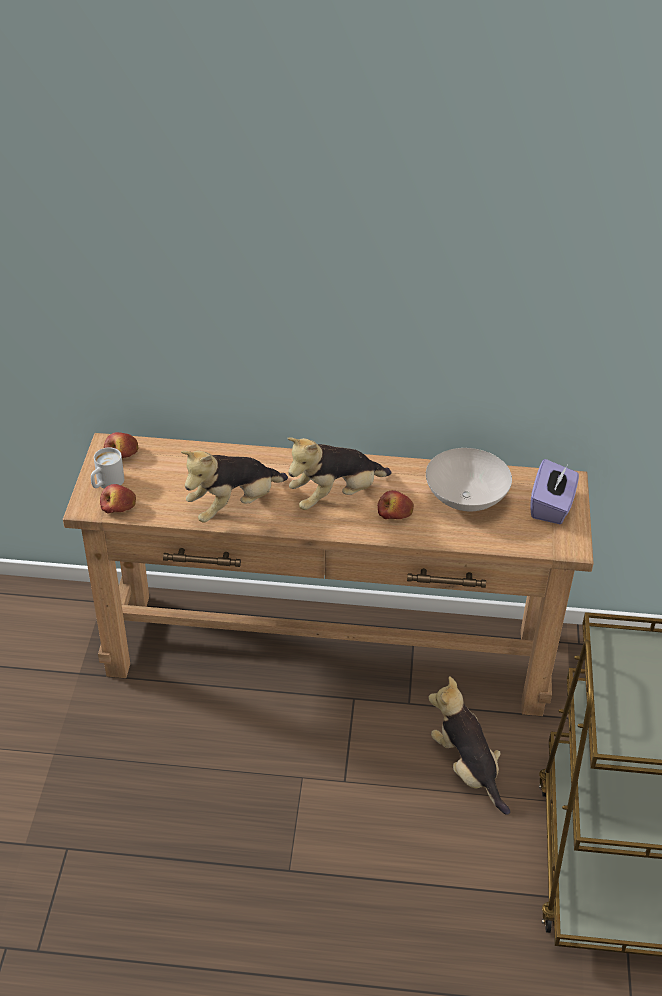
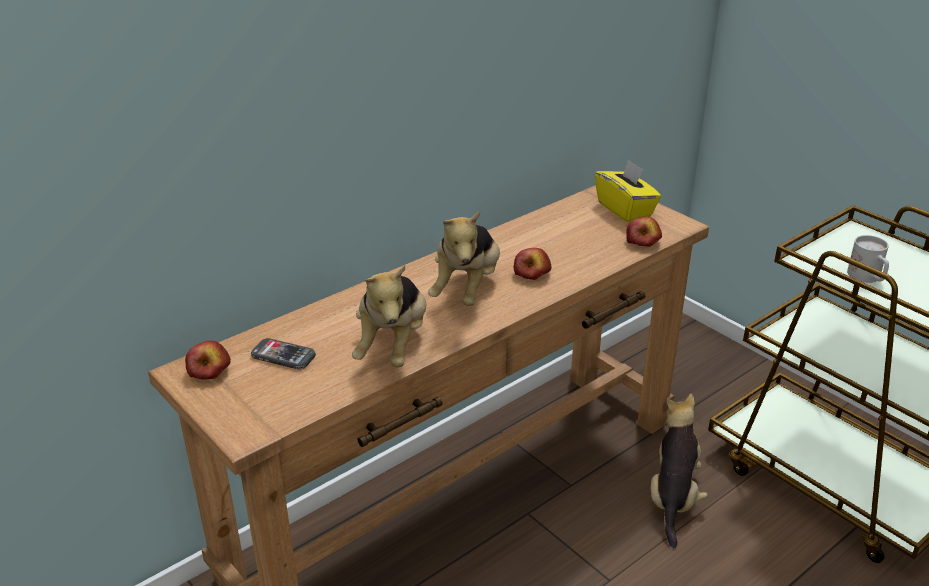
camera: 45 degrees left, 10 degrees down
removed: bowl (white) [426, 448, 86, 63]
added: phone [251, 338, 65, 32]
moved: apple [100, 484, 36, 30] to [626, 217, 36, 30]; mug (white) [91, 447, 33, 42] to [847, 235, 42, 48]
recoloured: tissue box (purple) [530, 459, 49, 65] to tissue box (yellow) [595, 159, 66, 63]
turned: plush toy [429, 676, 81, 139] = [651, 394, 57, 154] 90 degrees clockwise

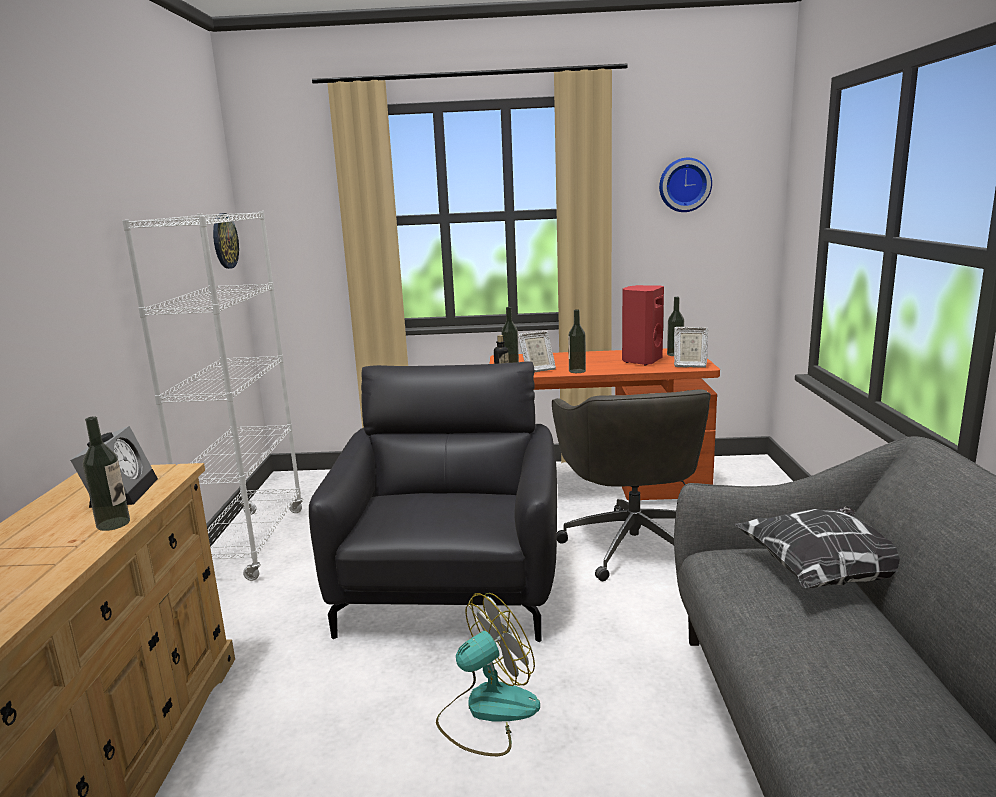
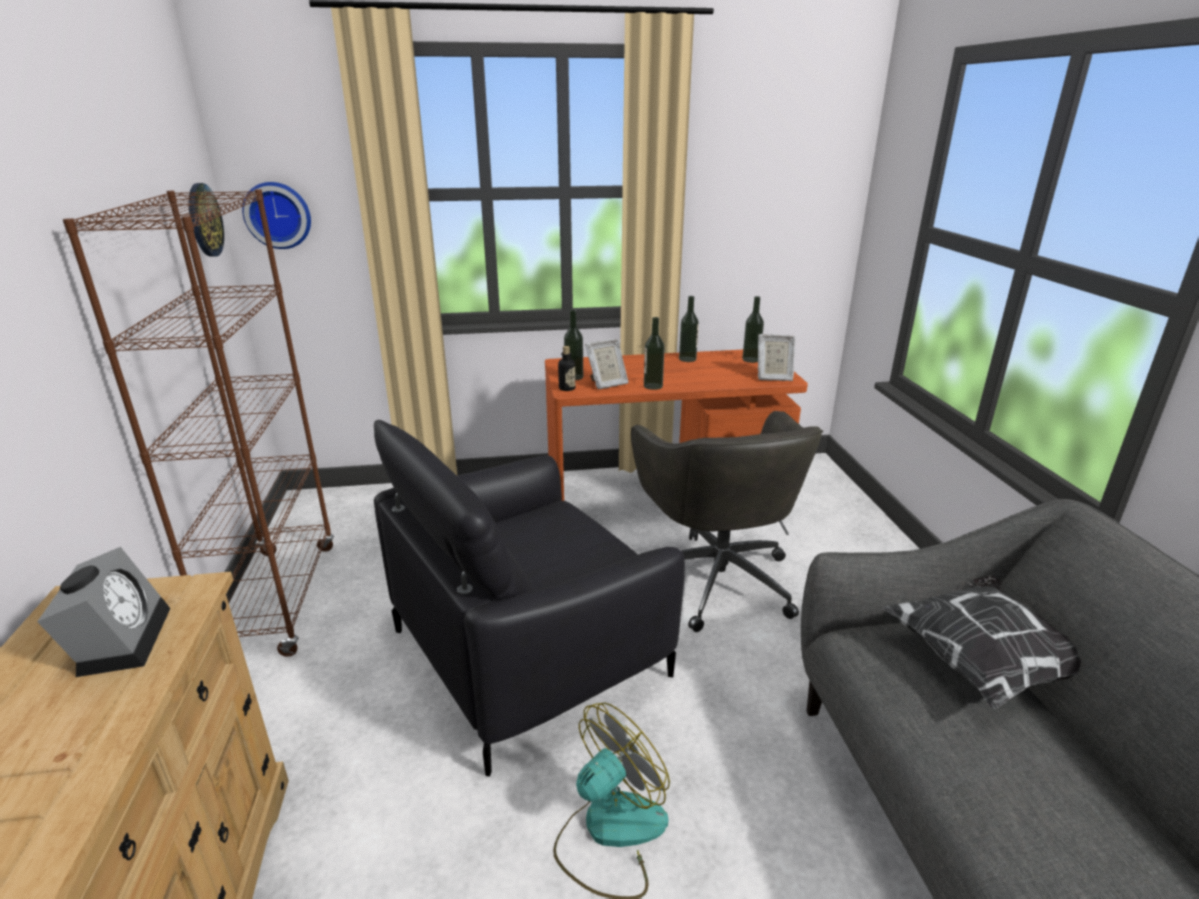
camera: 10 degrees left, 10 degrees up
removed: speaker (red) [622, 285, 42, 80]
moved: wall clock [659, 158, 53, 54] to [242, 182, 69, 67]; bottle [83, 416, 47, 115] to [679, 296, 20, 66]
recoloured: bookcase (white) [122, 211, 181, 370] to bookcase (brown) [63, 189, 271, 468]
turned: armchair (black) [309, 361, 248, 281] = [374, 420, 311, 357] 120 degrees counterclockwise

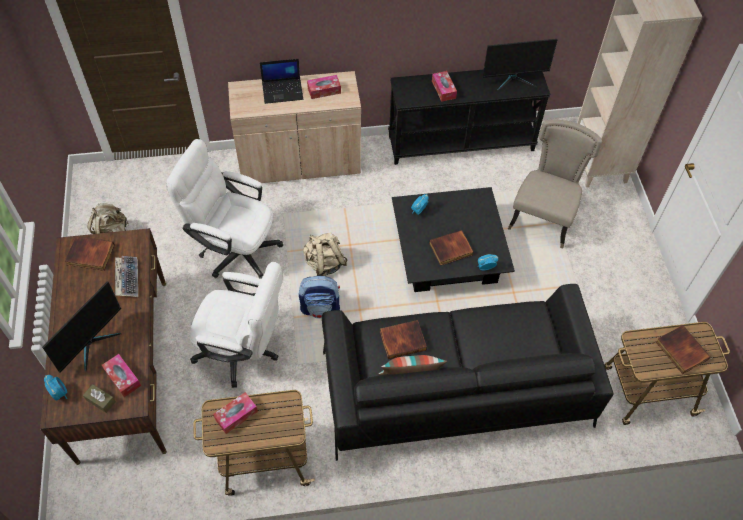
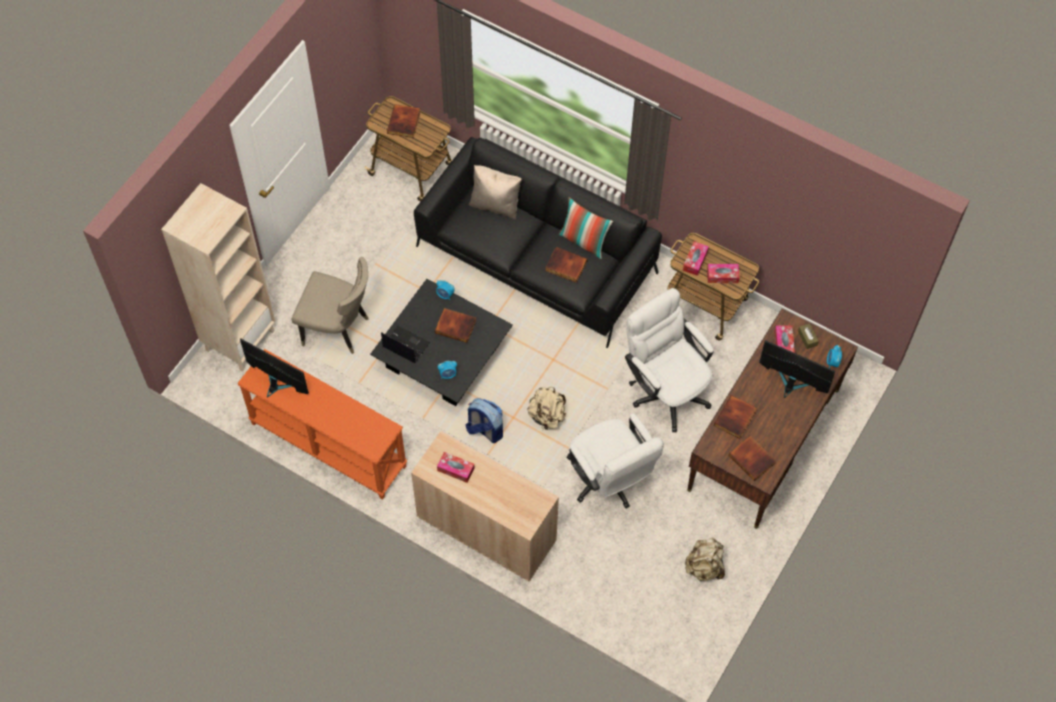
camera: 140 degrees left, 5 degrees up
added: pillow (beige) [469, 165, 53, 55]
moved: laptop [260, 59, 43, 45] to [381, 326, 49, 37]; backpack [299, 276, 41, 43] to [466, 398, 37, 45]; tissue box [432, 71, 25, 31] to [683, 241, 26, 35]
replaced: keyboard [115, 256, 23, 41] to book [714, 395, 43, 44]
recoloured: console table (black) [388, 70, 163, 95] to console table (orange) [237, 349, 170, 151]
turned: chair (beige) [508, 120, 94, 129] = [292, 257, 77, 97] 135 degrees counterclockwise; monitor [42, 281, 79, 92] = [759, 340, 77, 58] 45 degrees clockwise

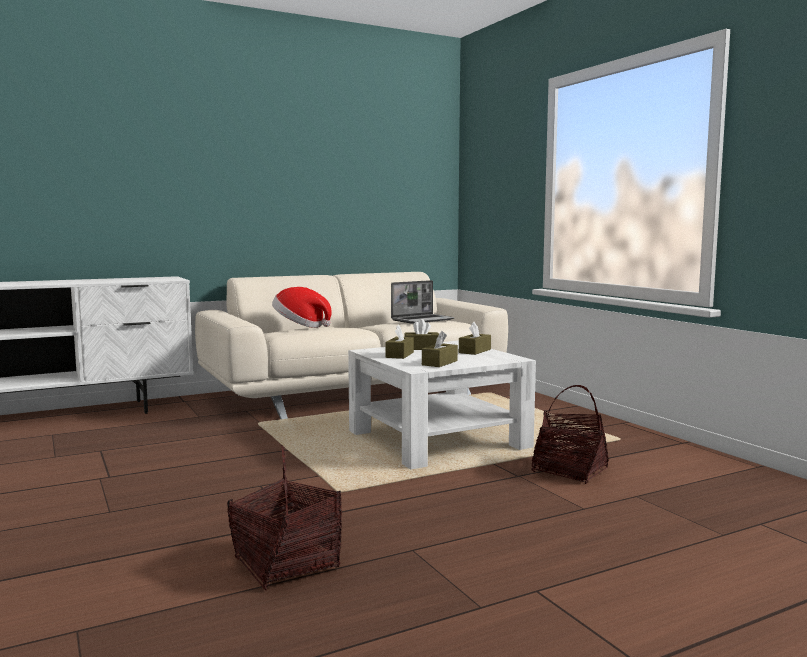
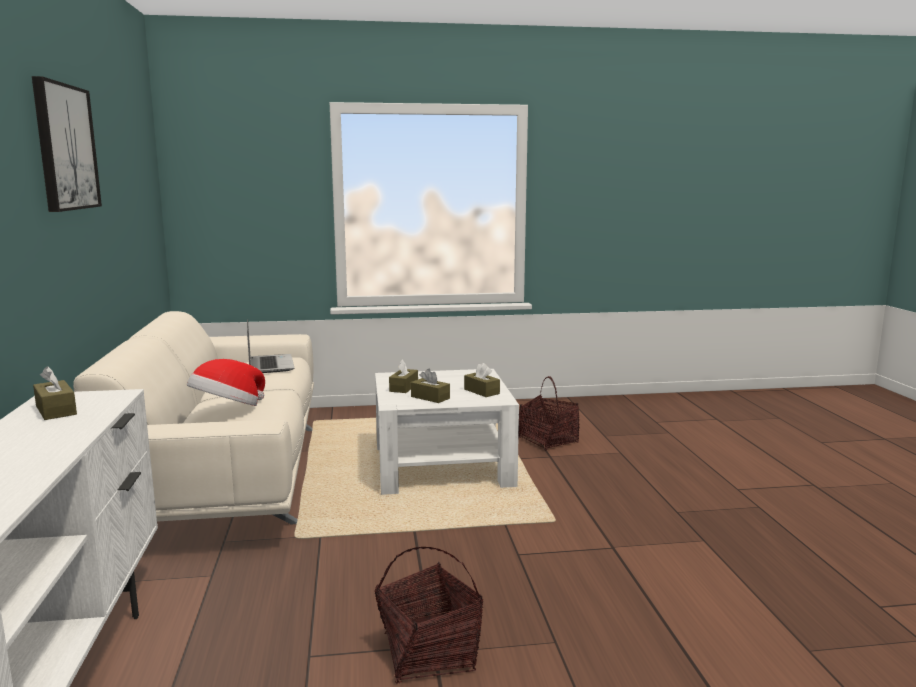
camera: 70 degrees left, 5 degrees up
added: picture [32, 76, 70, 136]
moved: tissue box (brown) [459, 322, 32, 33] to [33, 366, 44, 54]; basket [227, 446, 115, 144] to [374, 547, 109, 137]

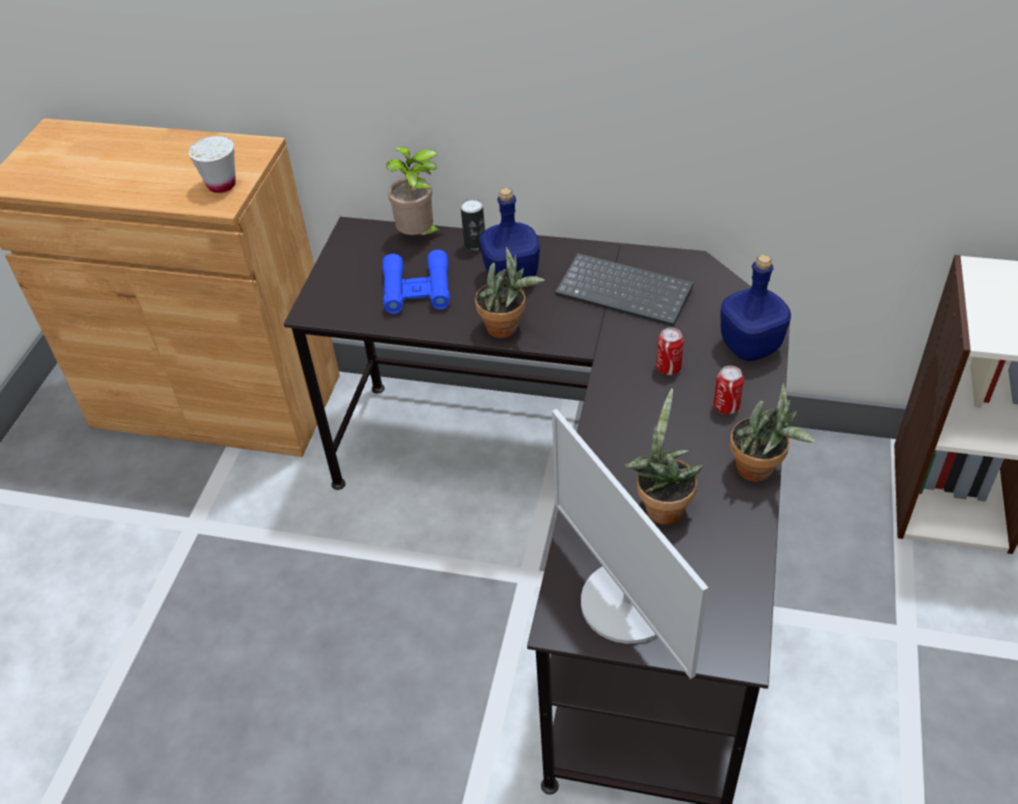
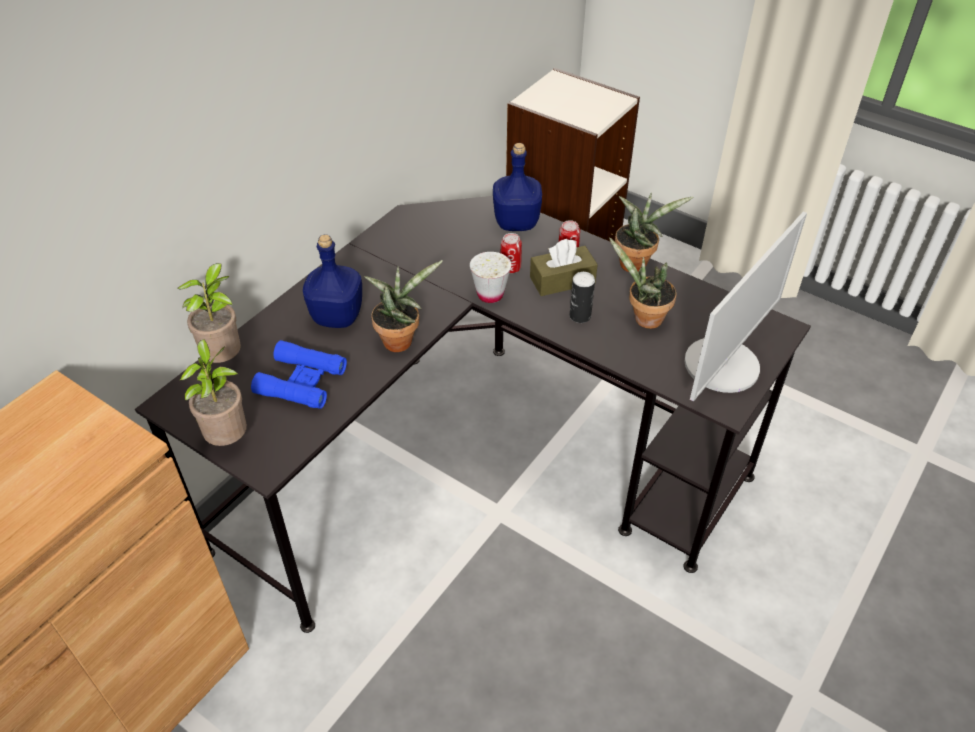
camera: 70 degrees left, 0 degrees up
removed: keyboard [555, 253, 139, 73]
added: potted plant [180, 339, 67, 107]; tissue box (brown) [530, 239, 68, 57]
moved: cup (white) [188, 136, 48, 57] to [470, 252, 41, 51]; can [461, 199, 24, 53] to [569, 272, 26, 51]
turned: monitor [552, 409, 156, 270] = [685, 212, 122, 189] 45 degrees counterclockwise

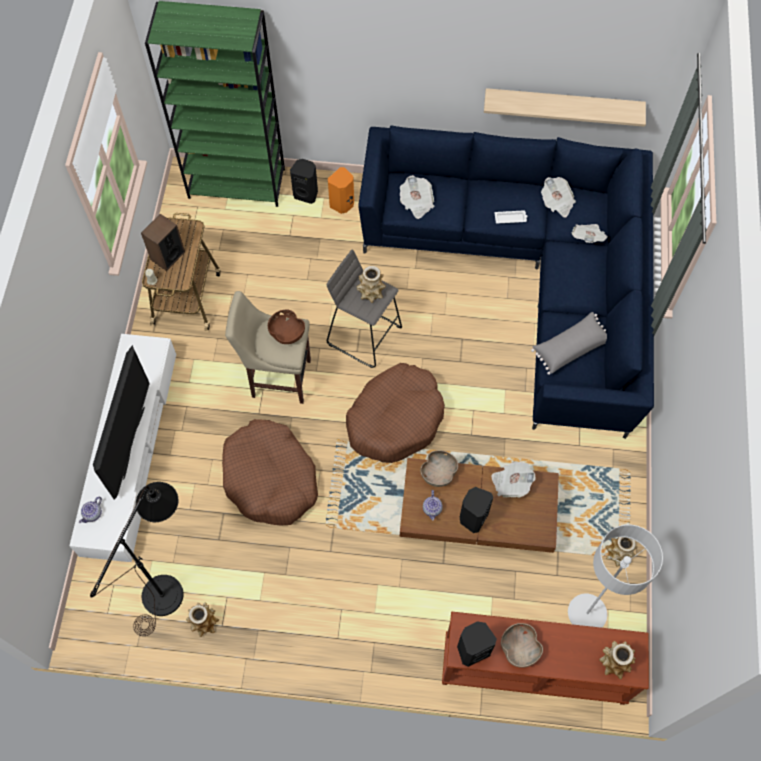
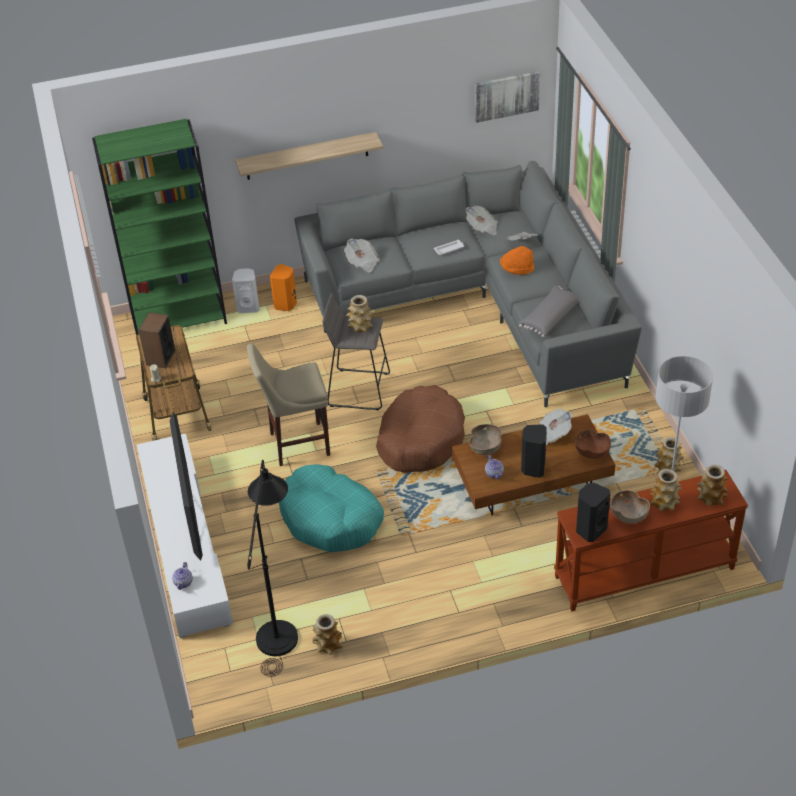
camera: 20 degrees left, 20 degrees down
added: picture [475, 71, 65, 52]; hat (orange) [500, 246, 34, 29]; vase [650, 469, 31, 42]
moved: shelf [484, 88, 162, 39] to [235, 132, 148, 48]; bowl (brown) [268, 309, 37, 35] to [575, 430, 36, 29]
recoloured: speaker (black) [290, 159, 28, 45] to speaker (white) [232, 268, 28, 45]; dog bed (brown) [222, 419, 96, 107] to dog bed (turquoise) [279, 464, 105, 89]; sofa (blue) [358, 125, 296, 314] to sofa (grey) [294, 161, 348, 246]

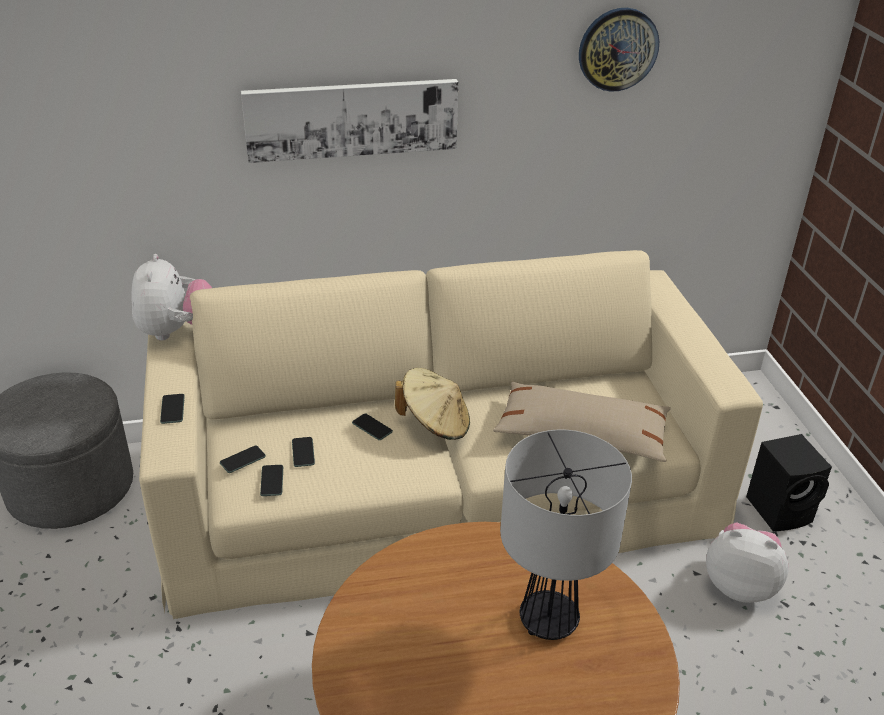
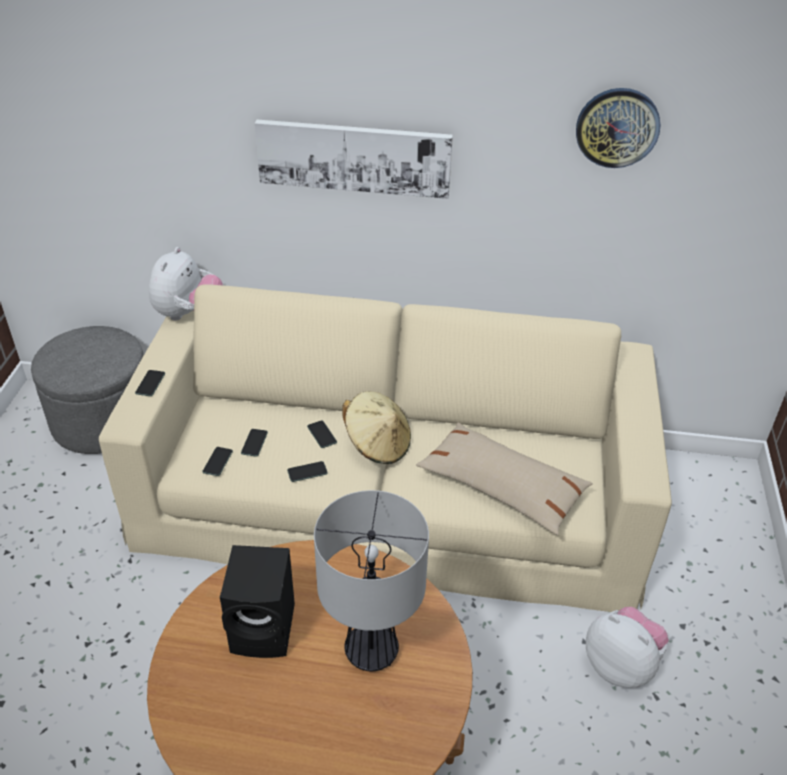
camera: 20 degrees right, 5 degrees up
moved: speaker (black) [746, 434, 86, 97] to [220, 545, 75, 113]; phone [220, 445, 46, 28] to [287, 461, 41, 21]

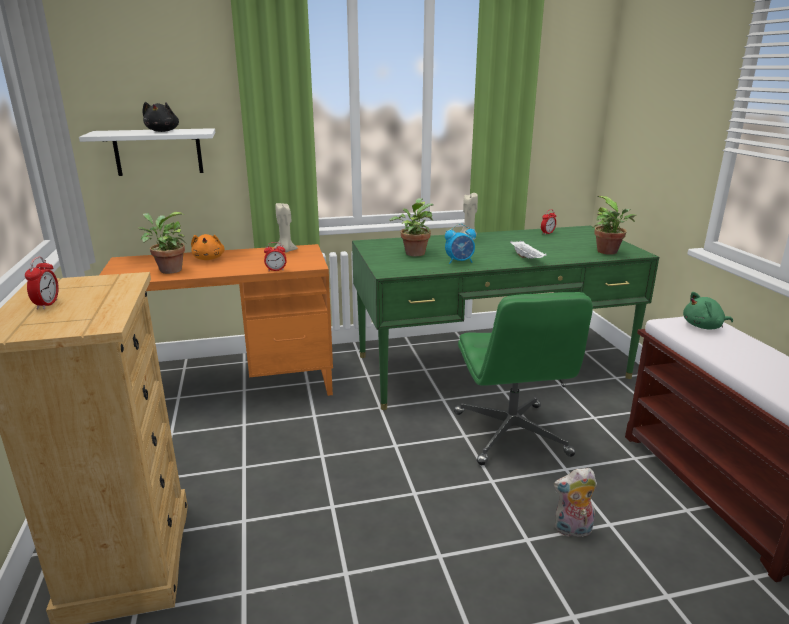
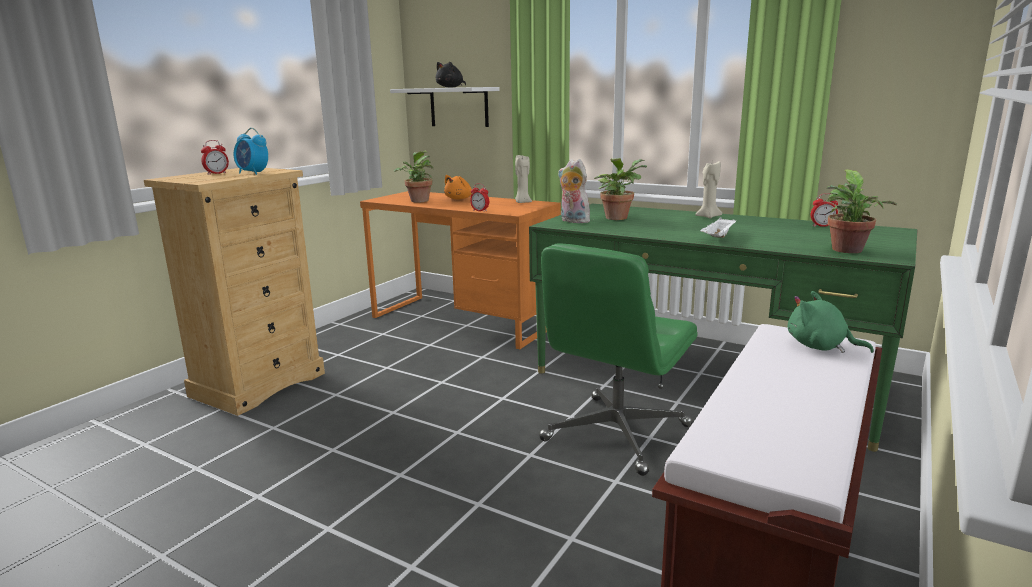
camera: 45 degrees right, 5 degrees down
moved: alarm clock [445, 224, 31, 40] to [234, 128, 34, 47]; plush toy [554, 468, 43, 72] to [558, 159, 32, 64]

